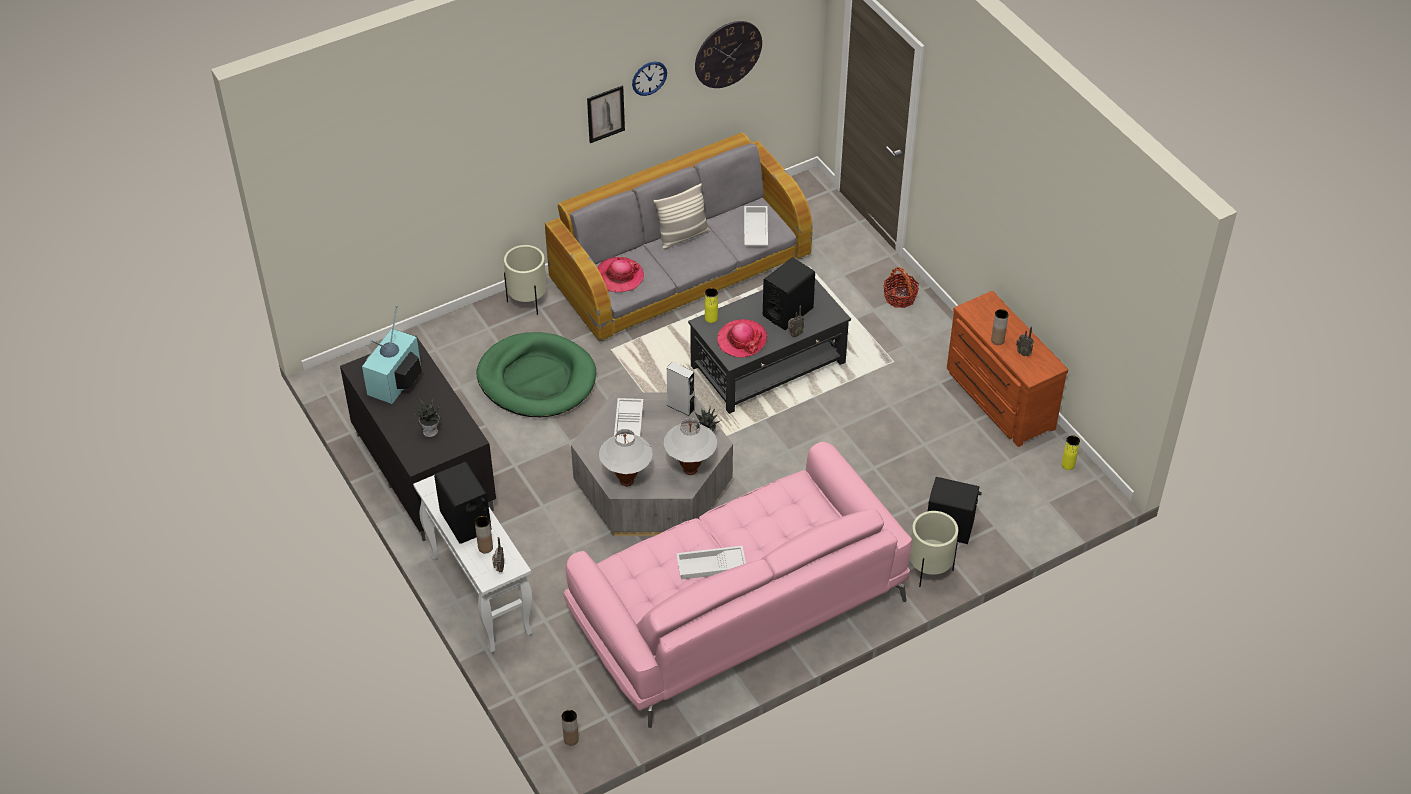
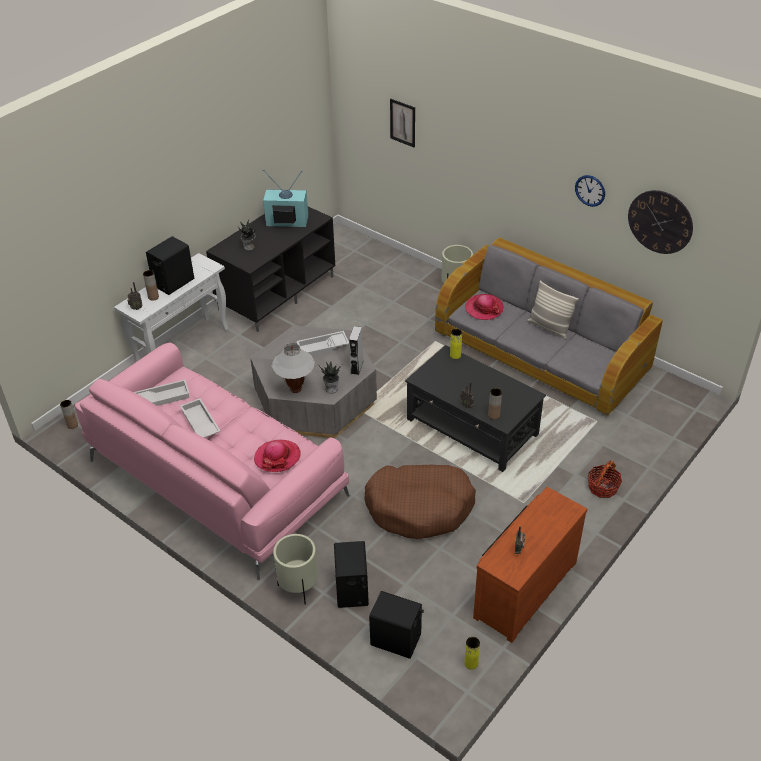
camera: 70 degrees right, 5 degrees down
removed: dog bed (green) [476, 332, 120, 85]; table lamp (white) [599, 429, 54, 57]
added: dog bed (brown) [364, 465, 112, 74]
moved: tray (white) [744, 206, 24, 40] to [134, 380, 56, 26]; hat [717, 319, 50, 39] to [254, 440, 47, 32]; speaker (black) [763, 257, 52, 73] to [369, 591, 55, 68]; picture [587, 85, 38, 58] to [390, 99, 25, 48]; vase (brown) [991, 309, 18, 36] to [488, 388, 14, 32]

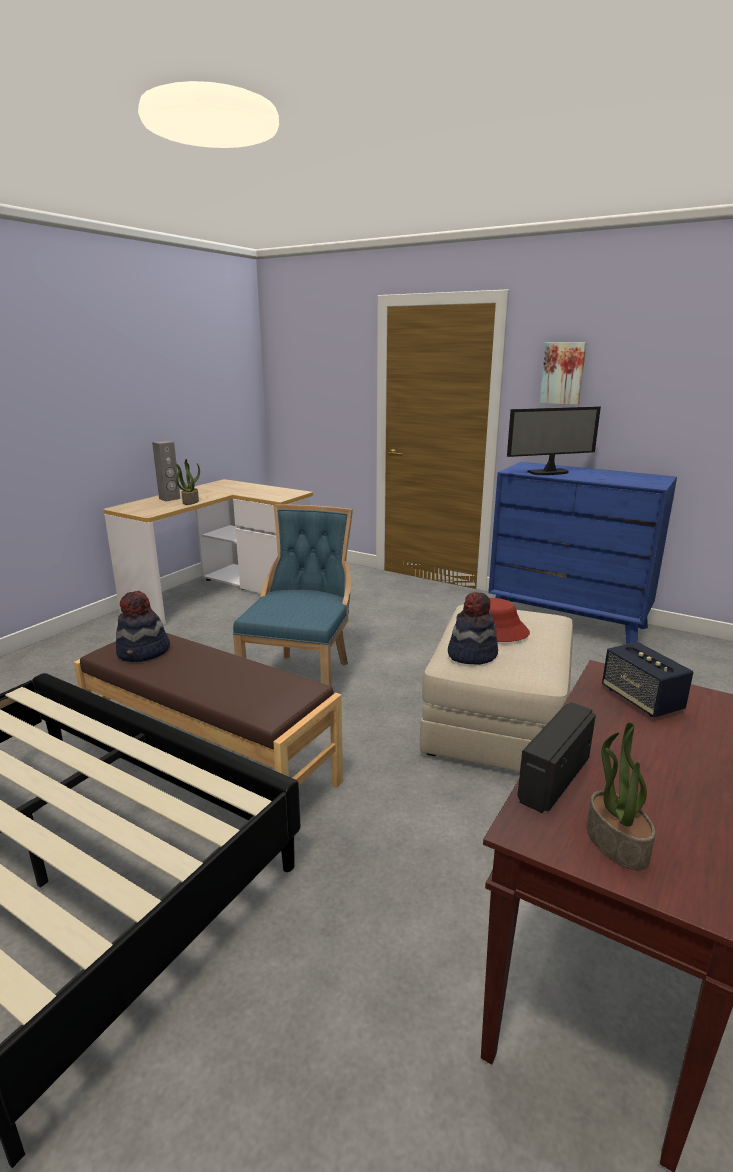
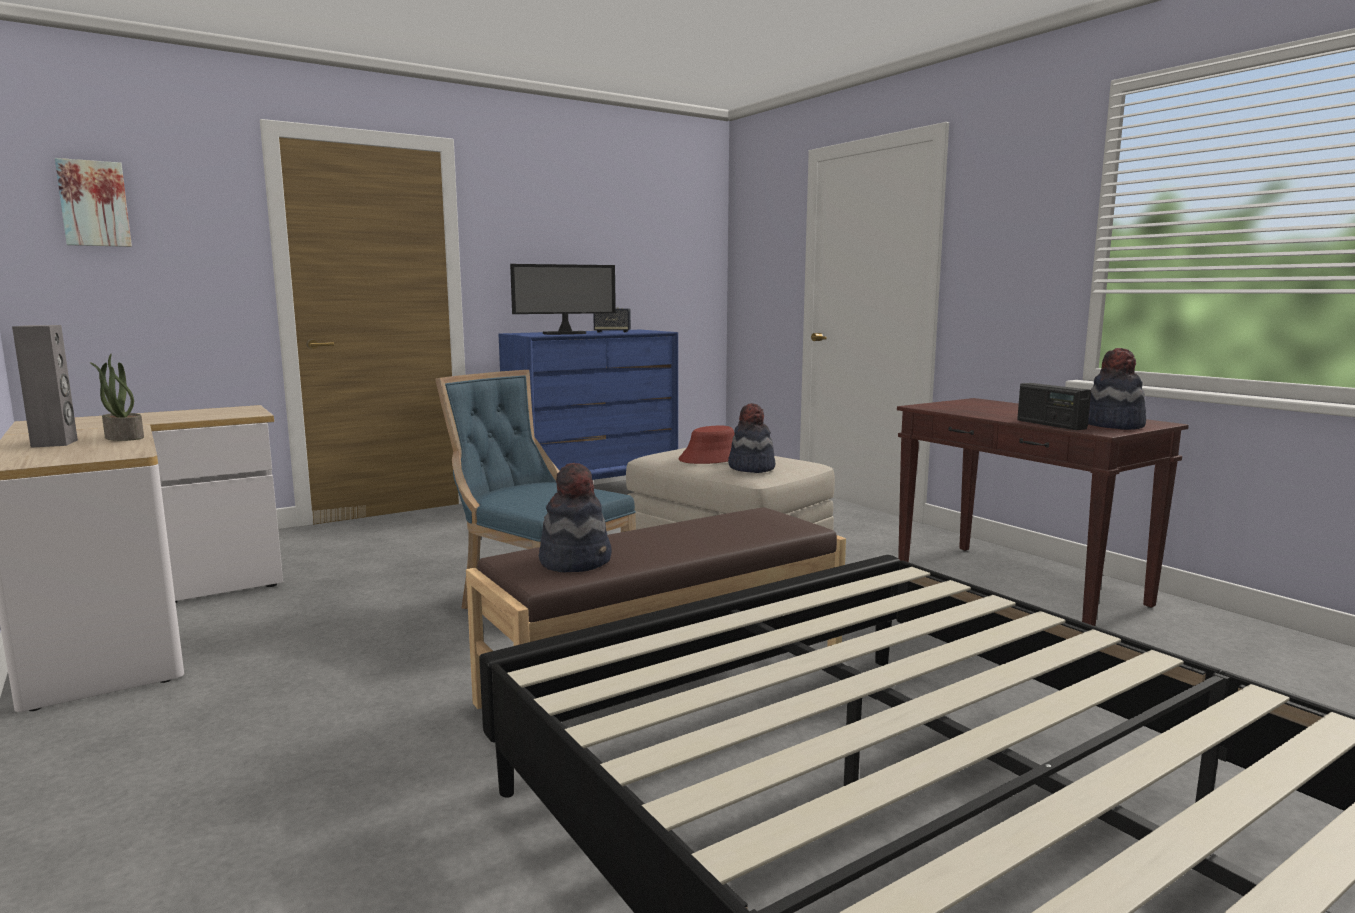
camera: 65 degrees left, 10 degrees down
moved: picture [540, 342, 47, 63] to [55, 158, 77, 89]; speaker [602, 642, 91, 76] to [593, 308, 38, 25]
replaced: potted plant [586, 722, 70, 148] to hat [1088, 348, 58, 82]
turned: monitor [507, 406, 94, 69] = [510, 264, 106, 71] 60 degrees clockwise

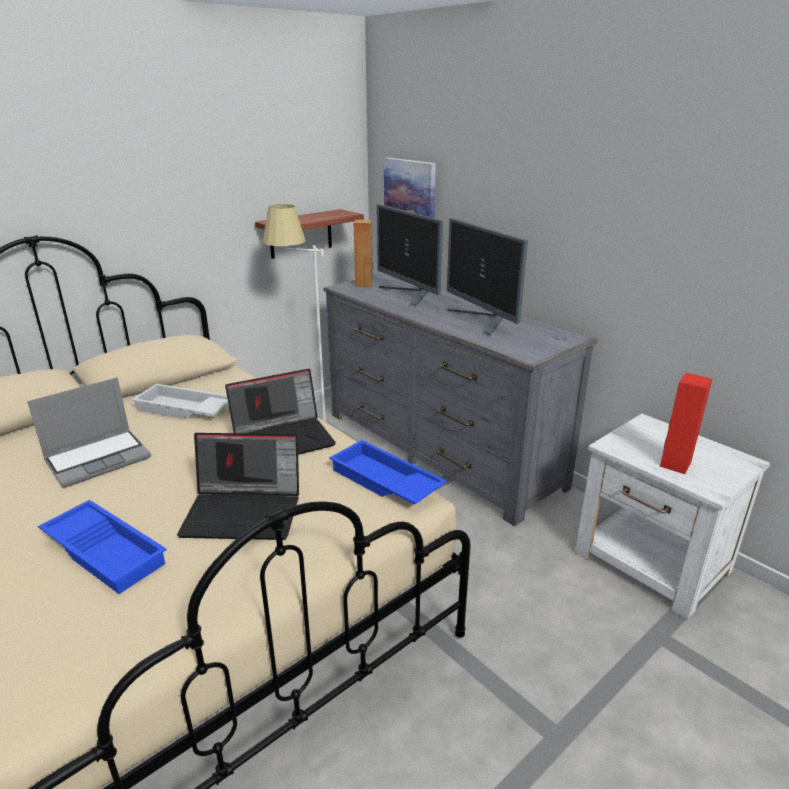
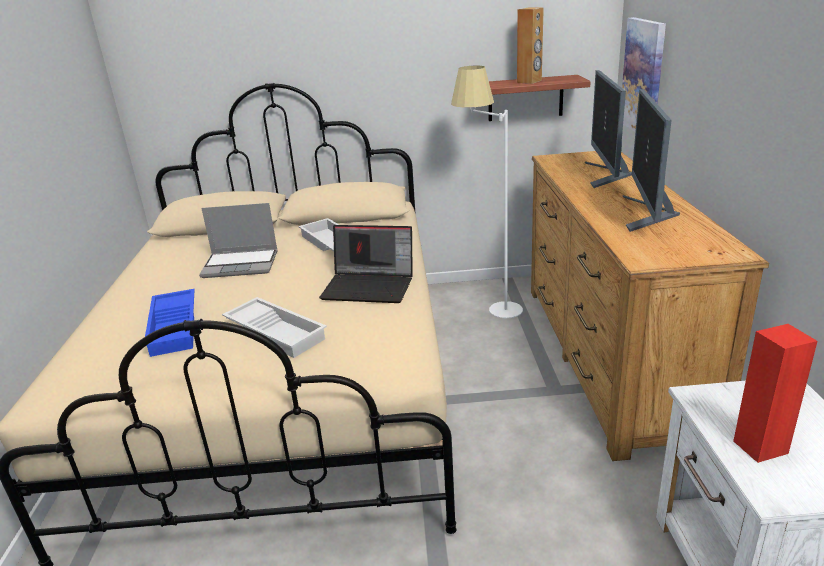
camera: 40 degrees right, 0 degrees up
removed: tray (blue) [329, 440, 118, 65]
moved: speaker (brown) [354, 220, 19, 67] to [517, 7, 27, 77]
replaced: laptop [177, 433, 122, 107] to tray (white) [222, 297, 105, 61]
recoloured: dresser (grey) [324, 273, 274, 253] to dresser (brown) [531, 151, 238, 310]

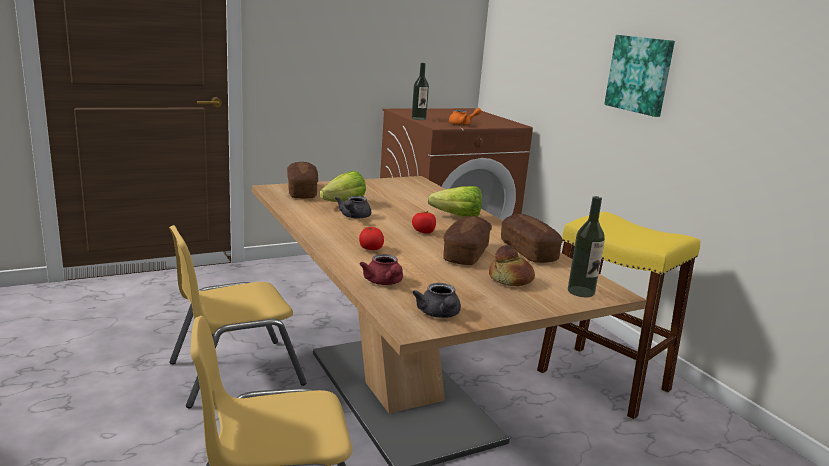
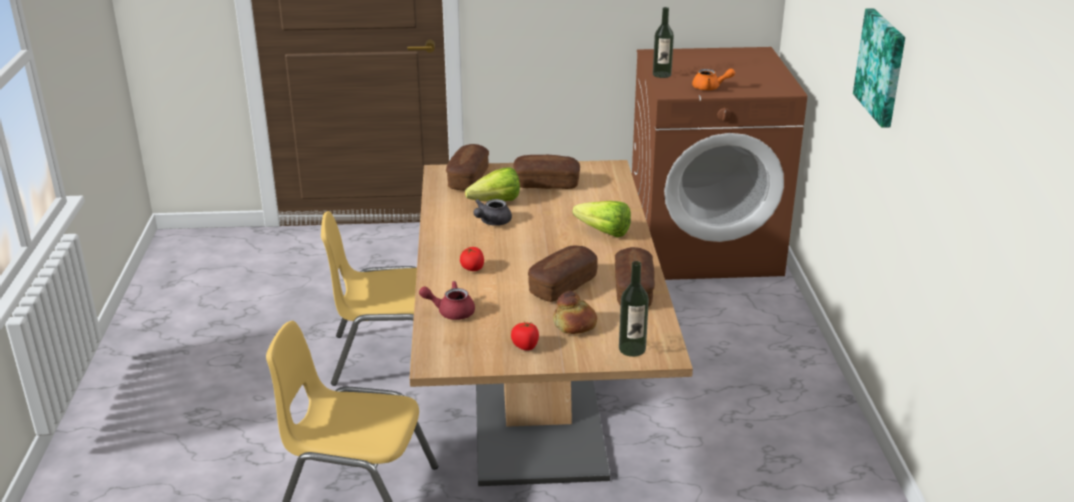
camera: 25 degrees right, 10 degrees up
removed: teapot (grey) [412, 283, 49, 35]; stool (yellow) [537, 212, 163, 207]
added: bread [513, 155, 67, 34]
moved: tomato [412, 211, 24, 22] to [511, 321, 28, 30]
turned: teapot (red) [360, 254, 43, 31] = [419, 281, 56, 39] 90 degrees clockwise

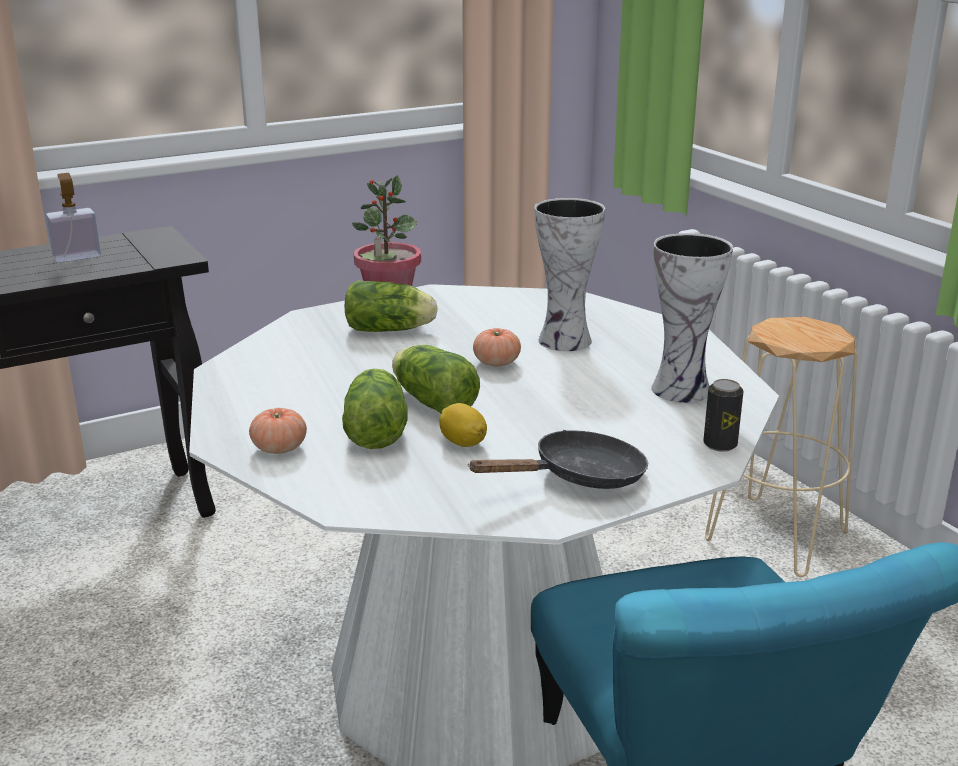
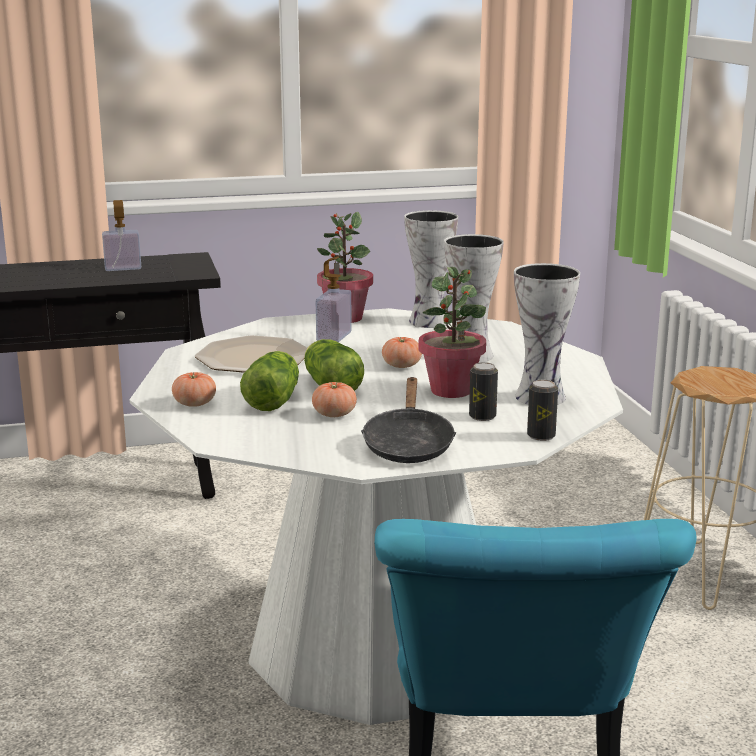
camera: 15 degrees right, 5 degrees down
added: plate [195, 335, 112, 38]; vase [404, 210, 54, 118]; potted plant [418, 267, 68, 131]; can [469, 362, 29, 59]
replaced: lemon [439, 403, 48, 44] to tomato [312, 382, 45, 35]; lettuce [345, 281, 93, 51] to soap dispenser [316, 256, 36, 86]
turned: frying pan (black) [468, 430, 180, 59] = [361, 377, 95, 86] 105 degrees clockwise

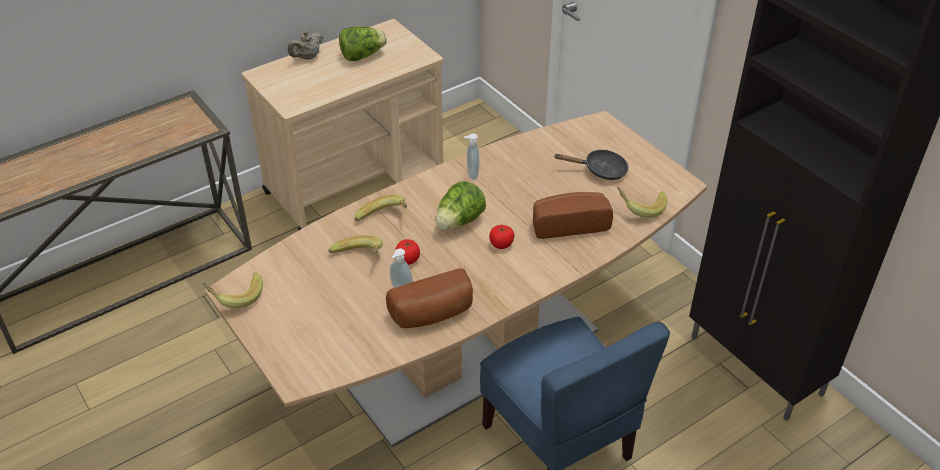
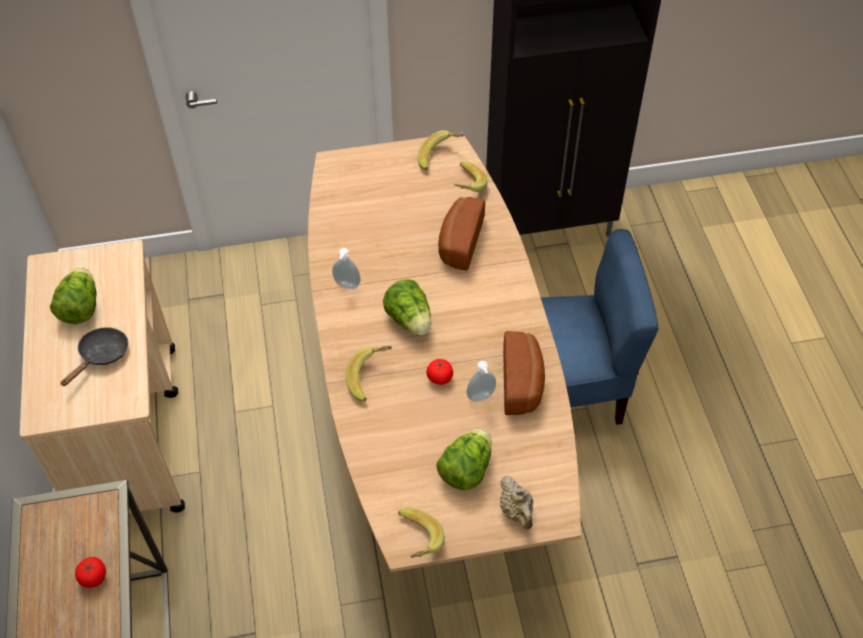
camera: 65 degrees left, 10 degrees up
added: lettuce [436, 429, 56, 61]
moved: frying pan (black) [555, 150, 74, 30] to [60, 327, 68, 59]; tomato [489, 225, 26, 24] to [75, 557, 31, 31]; banana [329, 235, 54, 20] to [418, 130, 46, 40]; teapot (beige) [288, 31, 35, 29] to [500, 476, 33, 54]

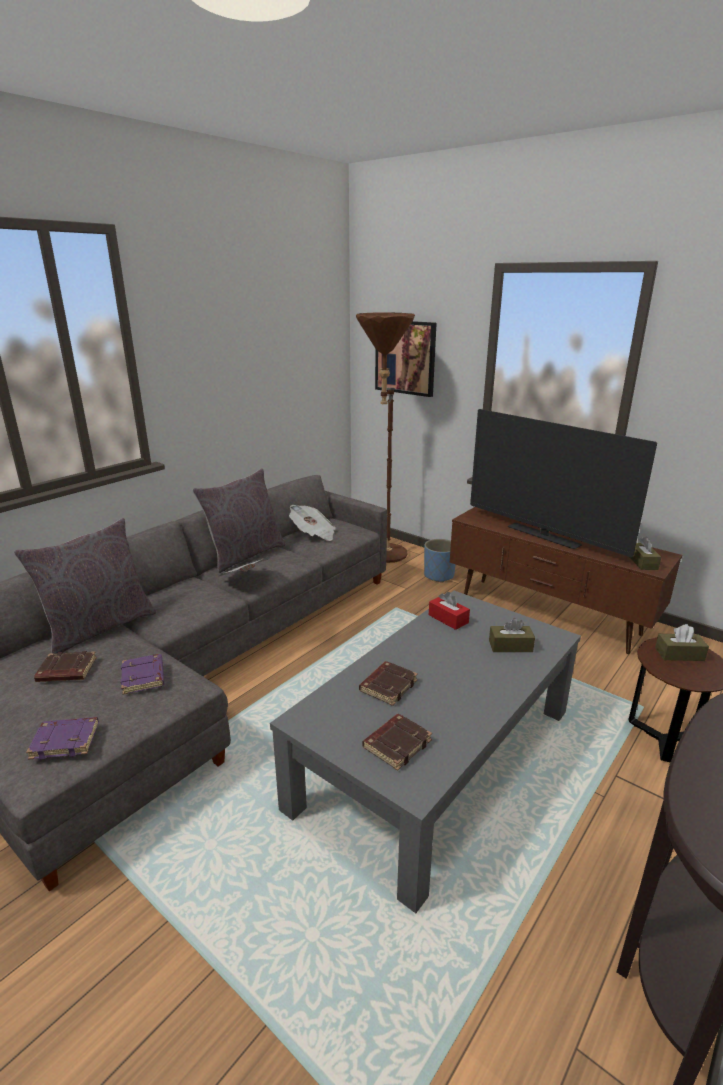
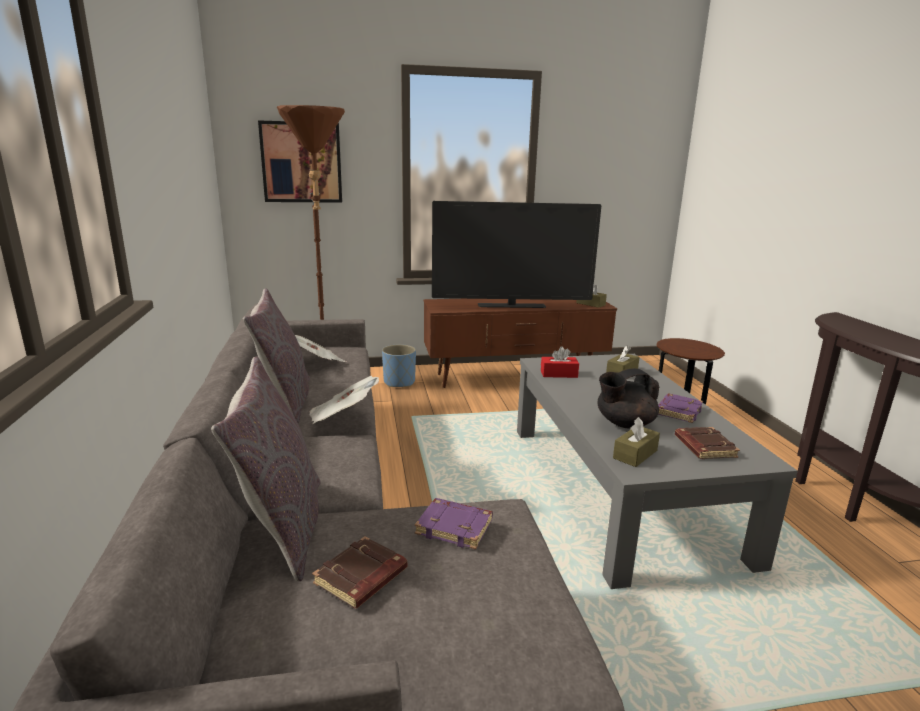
camera: 50 degrees left, 5 degrees down
moved: tissue box (brown) [655, 624, 54, 37] to [613, 417, 47, 50]; book (purple) [26, 717, 73, 43] to [658, 394, 45, 29]
replaced: book (brown) [359, 661, 59, 45] to teapot (black) [598, 368, 61, 61]

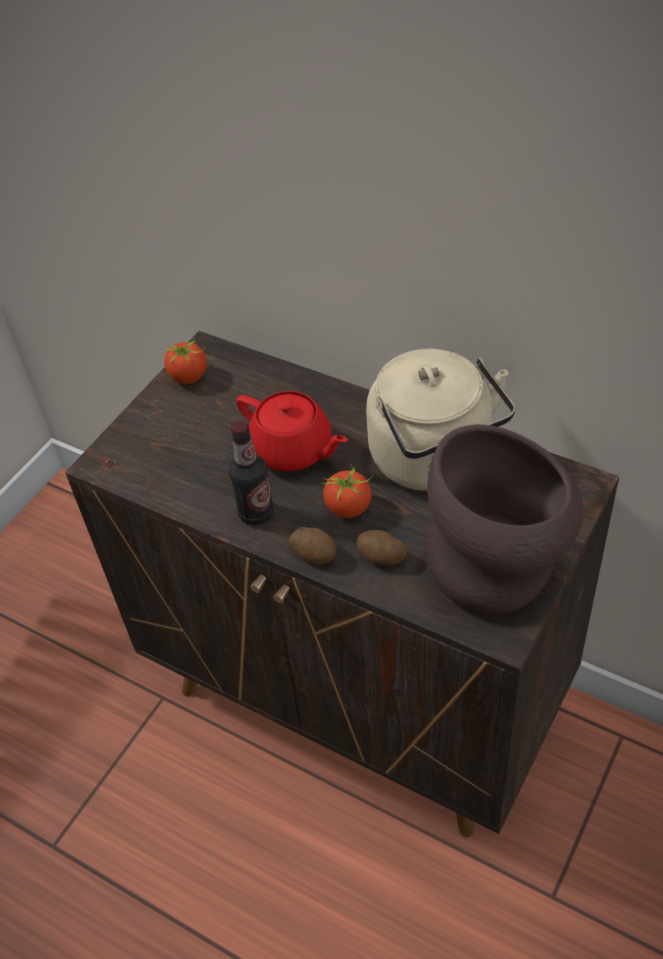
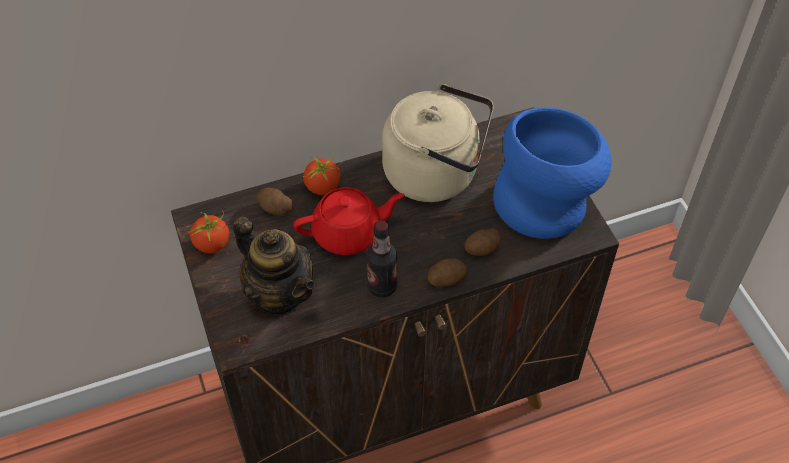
camera: 55 degrees left, 5 degrees up
added: teapot [233, 216, 82, 98]; potato [257, 188, 36, 27]
moved: tomato [321, 464, 52, 54] to [303, 152, 38, 43]
recoloured: vase (brown) [427, 425, 156, 189] to vase (blue) [493, 107, 119, 132]

